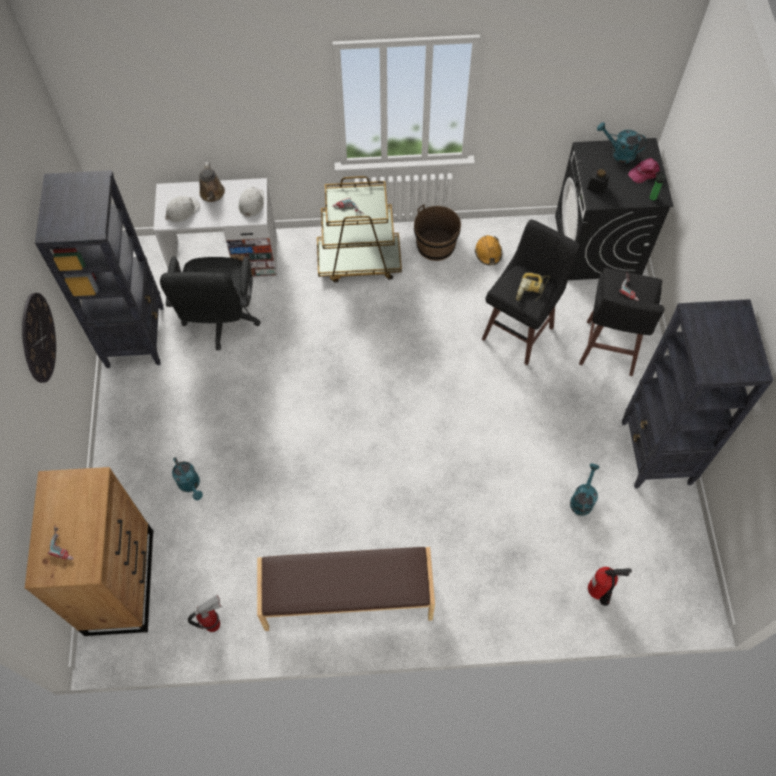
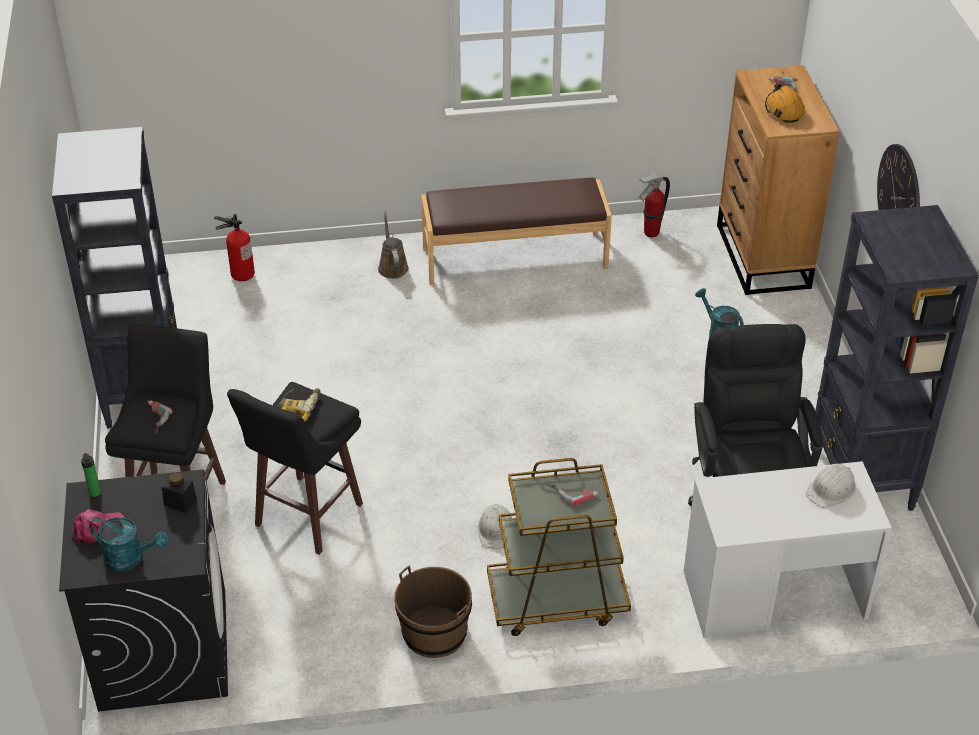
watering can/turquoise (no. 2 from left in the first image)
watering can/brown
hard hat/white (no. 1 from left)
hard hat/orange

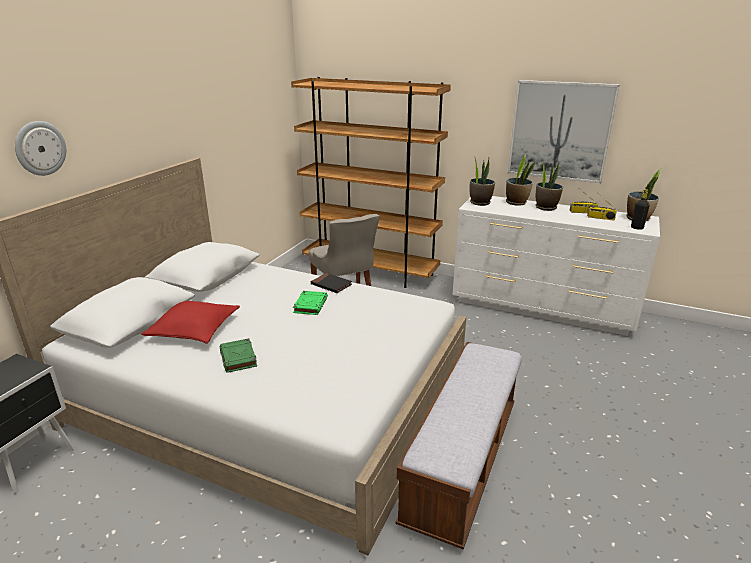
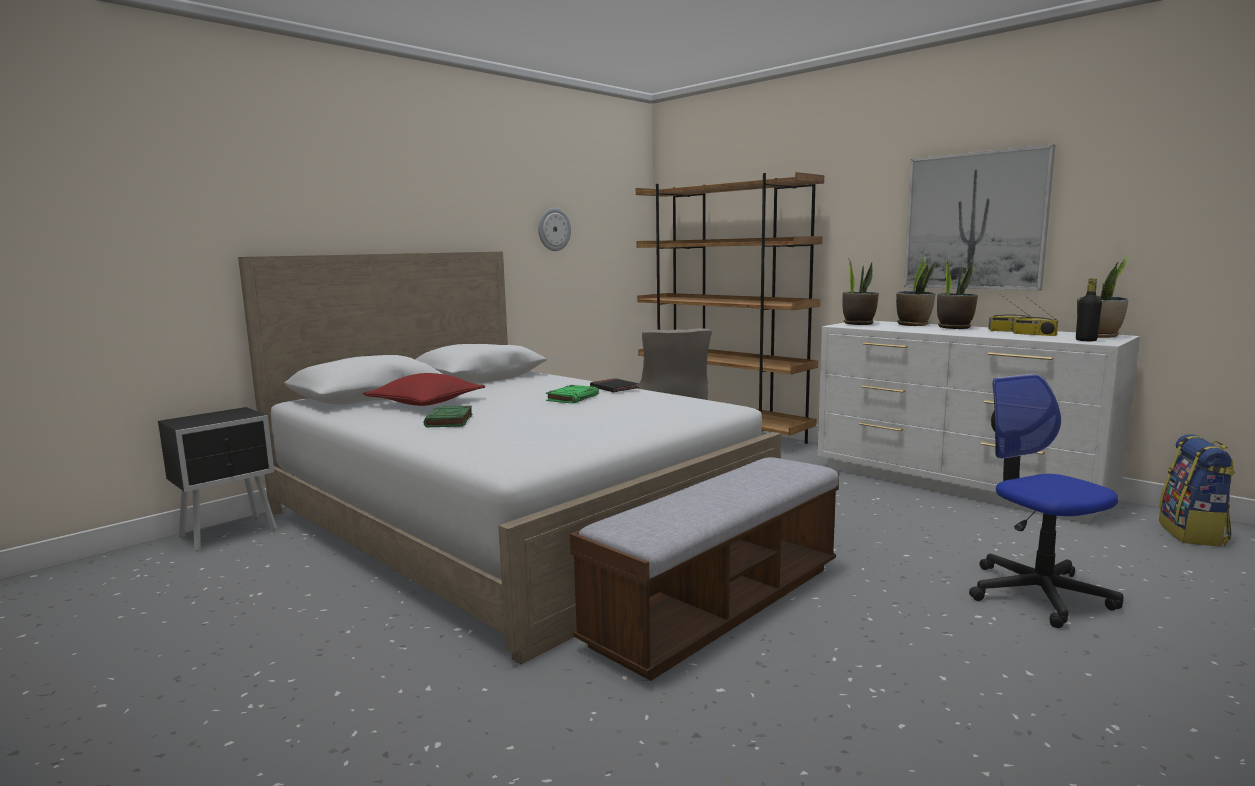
office chair
backpack
wall clock

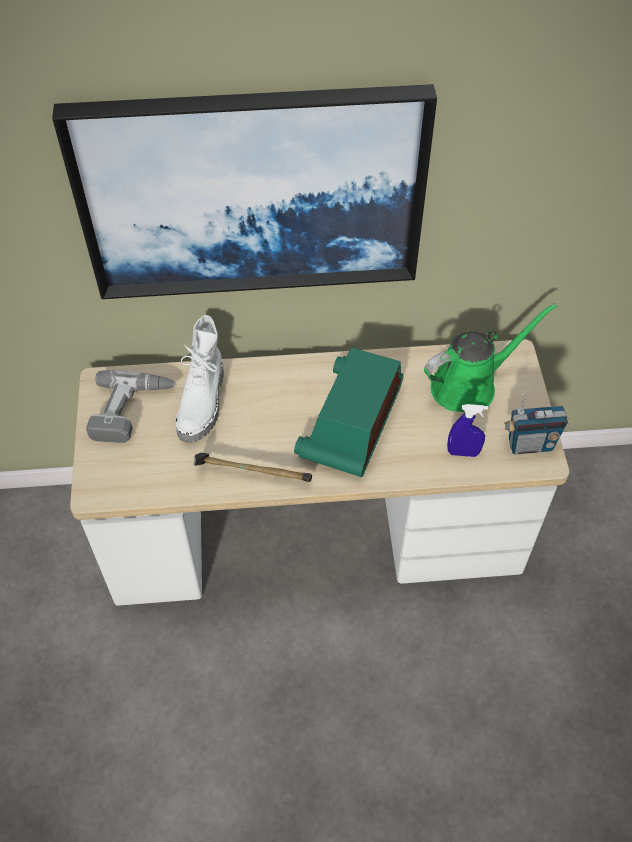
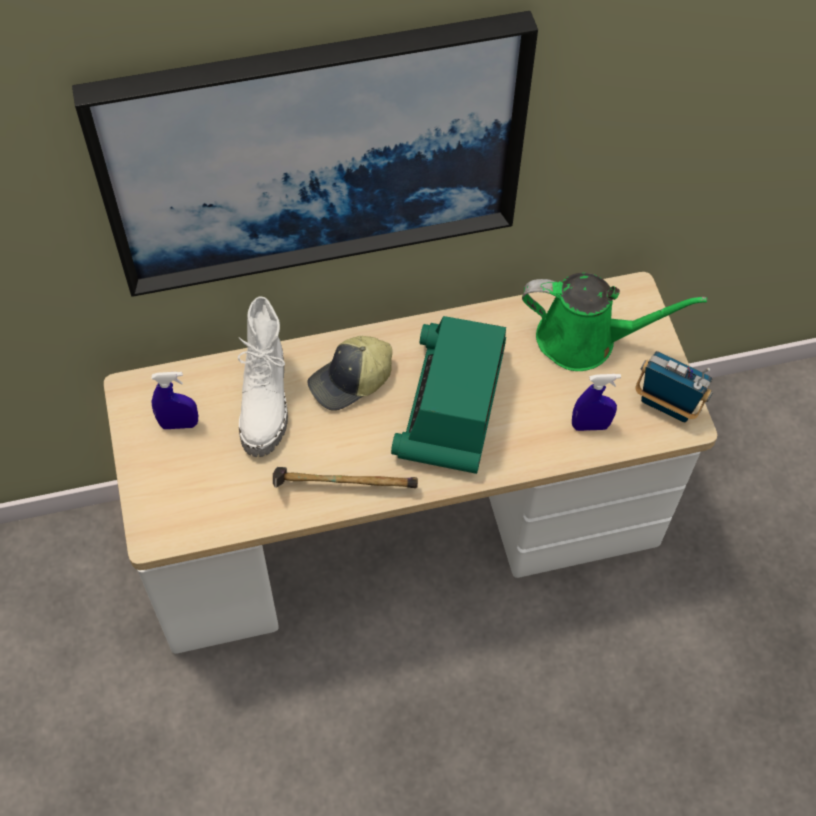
cap
spray bottle/blue (no. 1 from left)
watering can/green
radio (no. 2 from left)

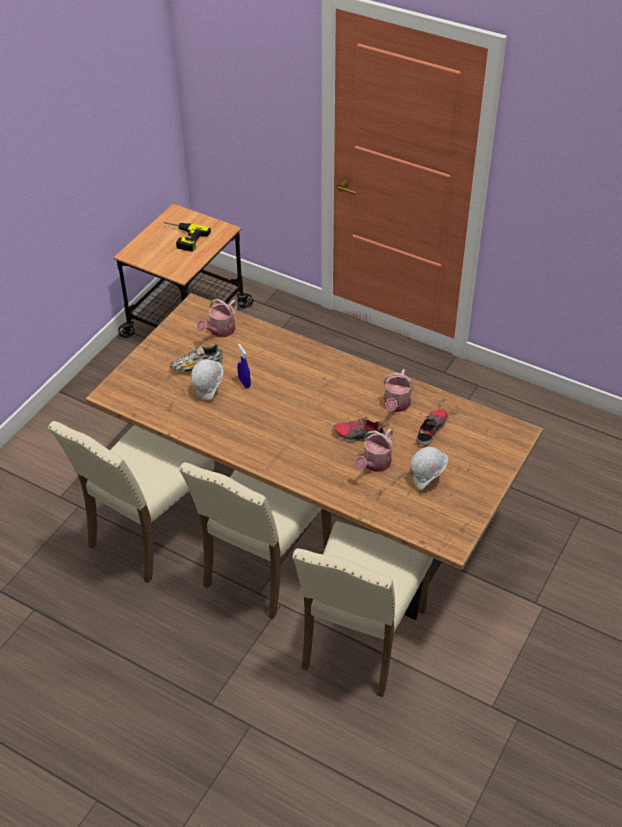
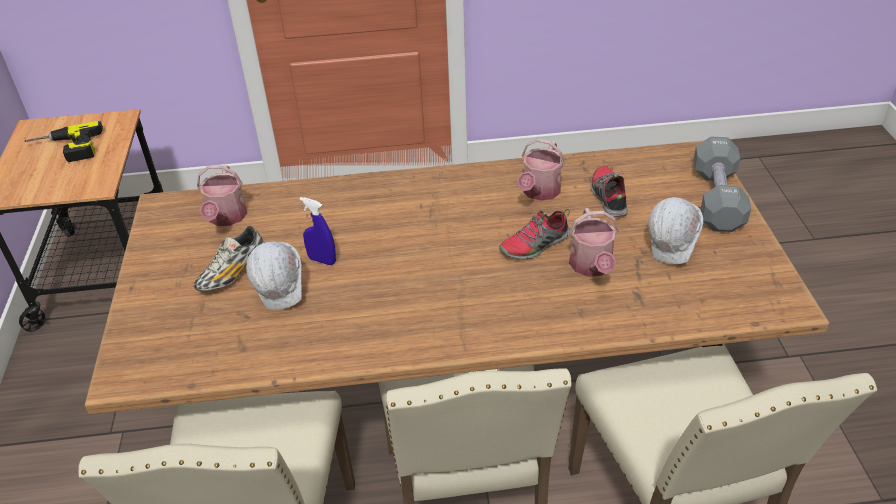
dumbbell/grey
watering can (no. 2 from left)

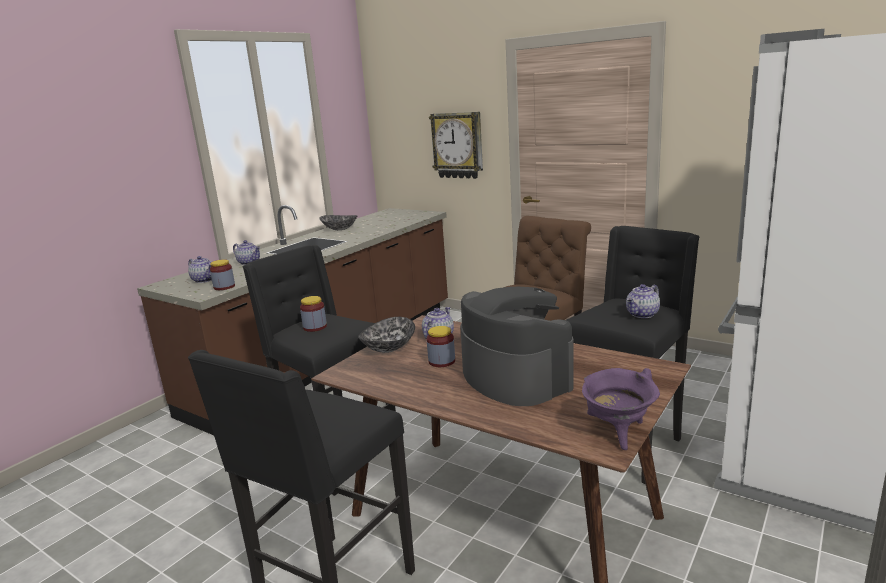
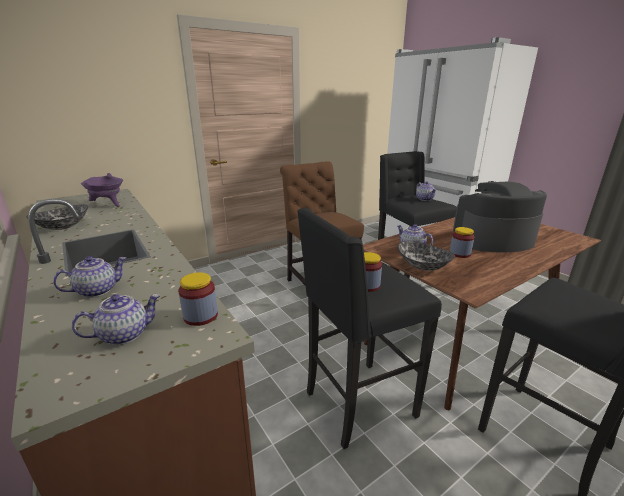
wall clock
cooking pot/purple

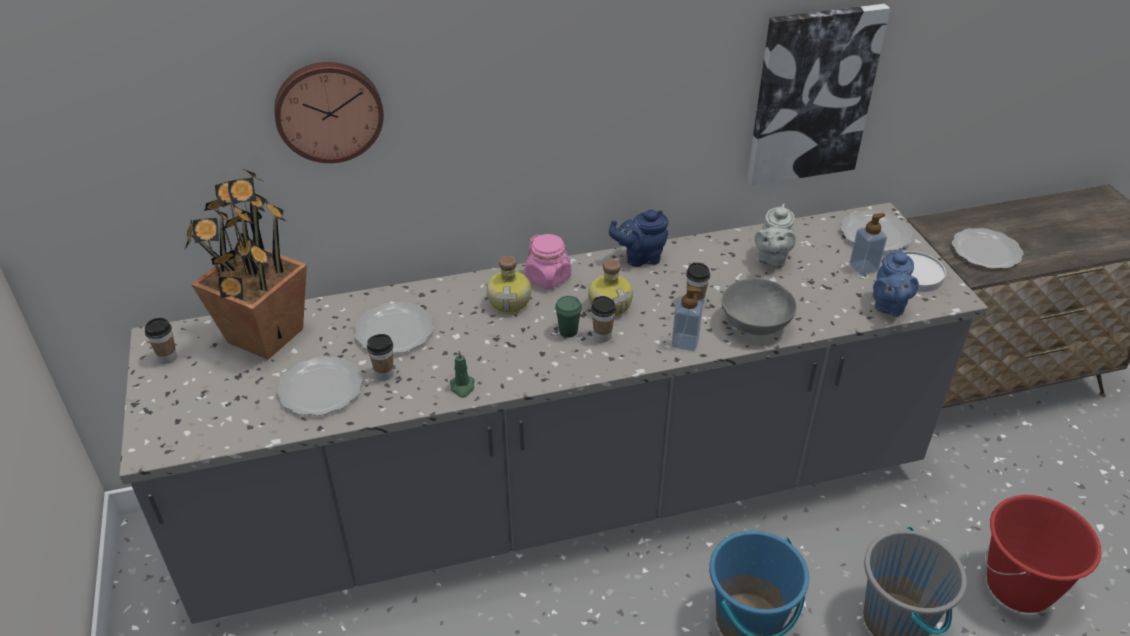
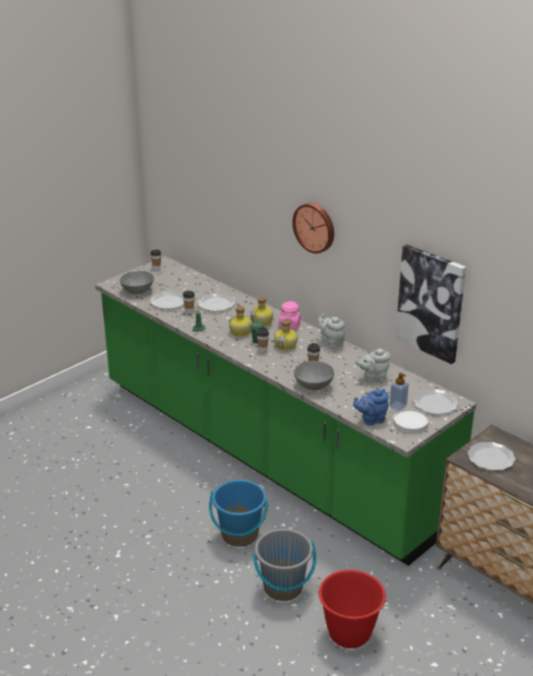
potted plant
soap dispenser (no. 1 from left in the first image)
bowl/grey (no. 1 from left)
bottle (no. 1 from left)
wall clock
counter/green
teapot/grey (no. 1 from left)

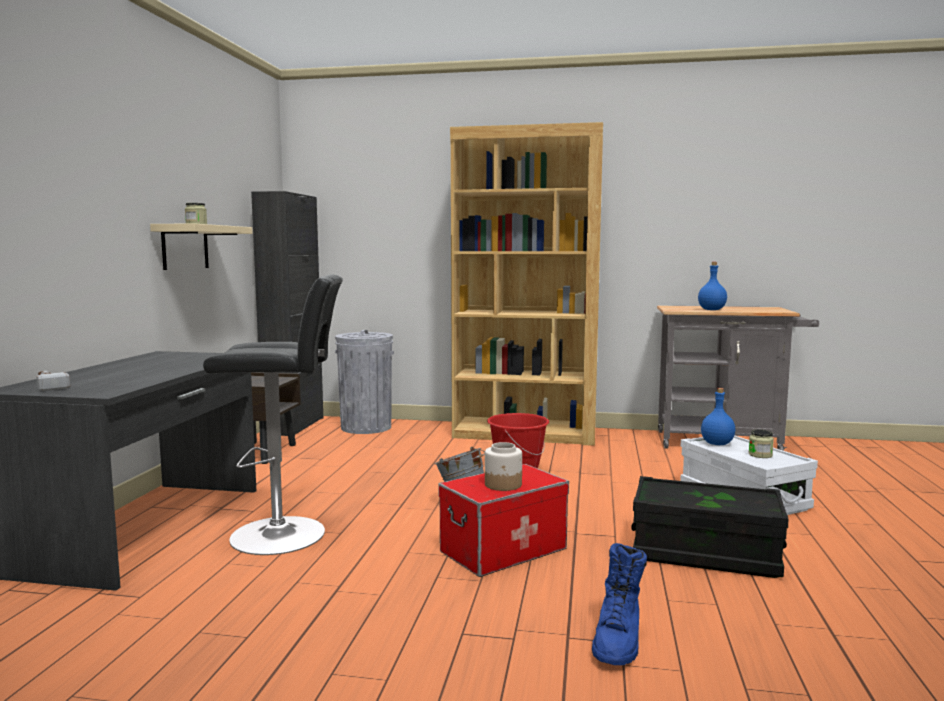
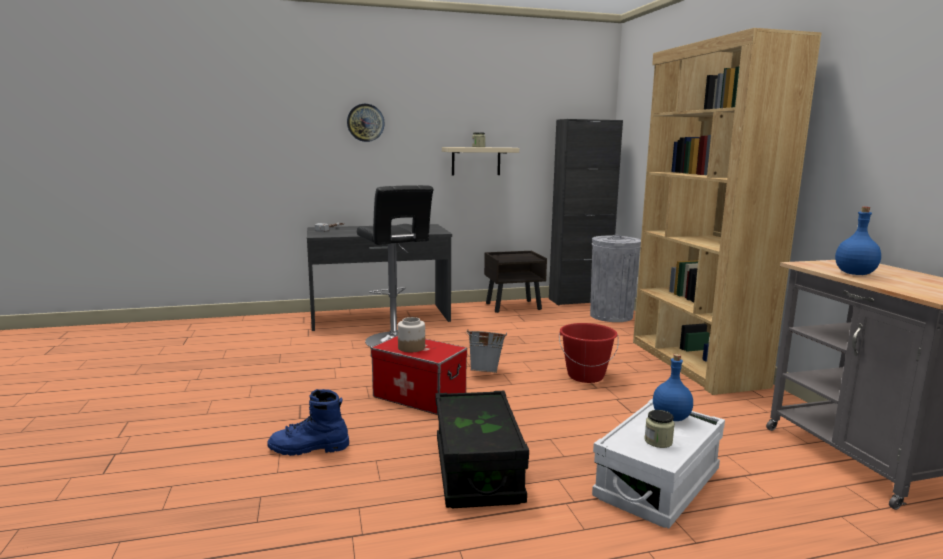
wall clock

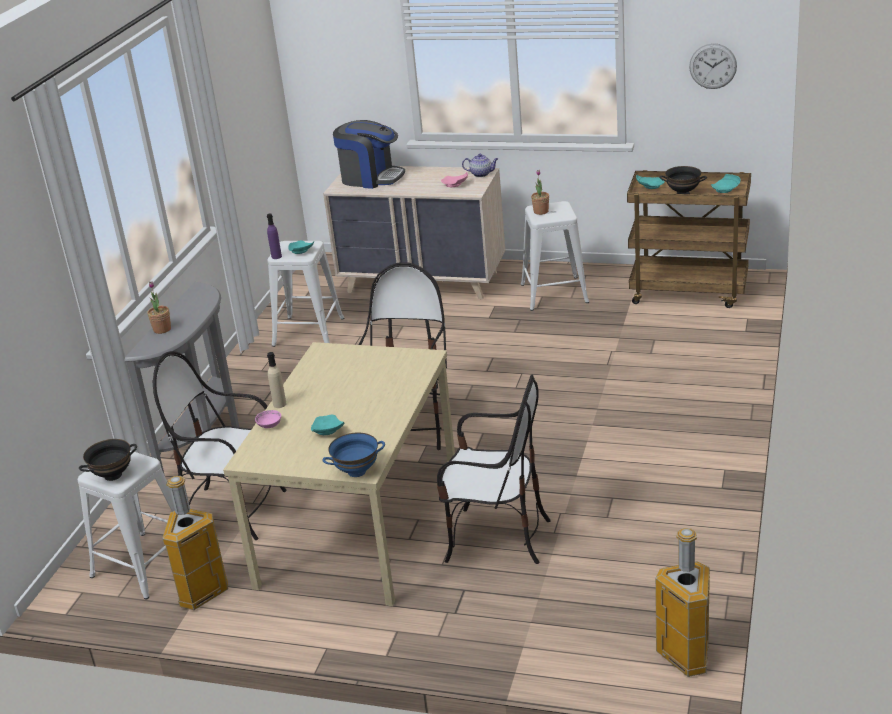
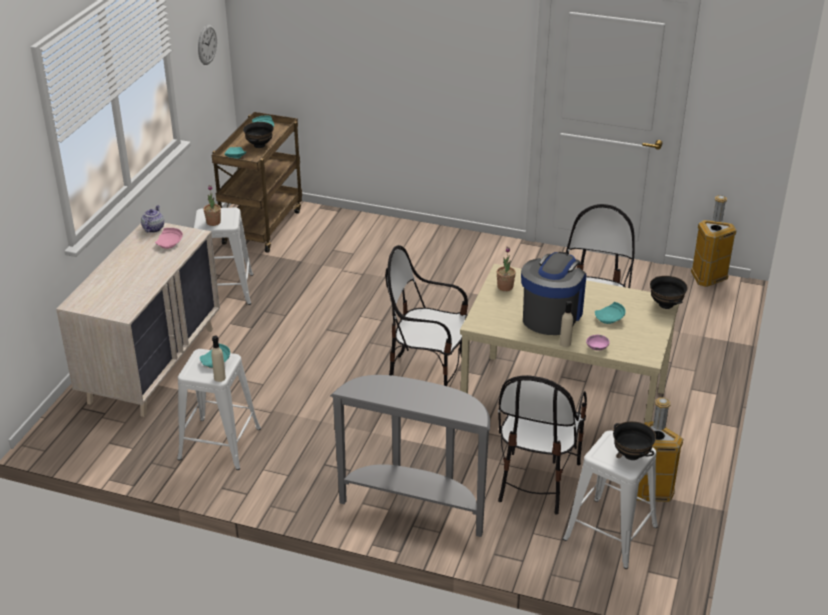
potted plant (no. 2 from left)
coffee machine
bottle/beige (no. 1 from left)
bowl/black (no. 3 from left)

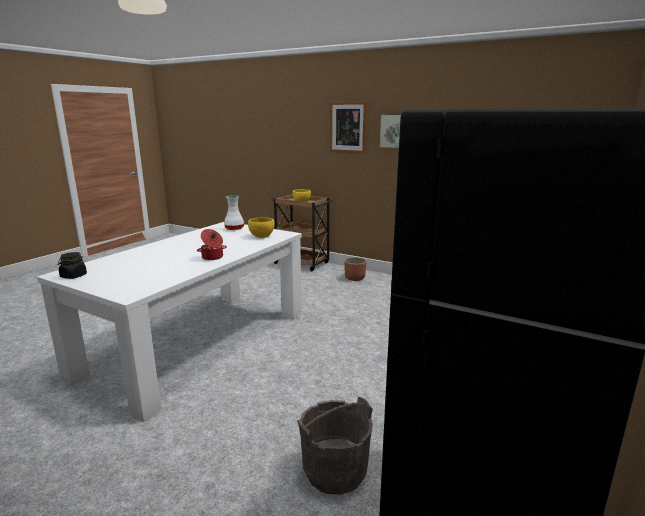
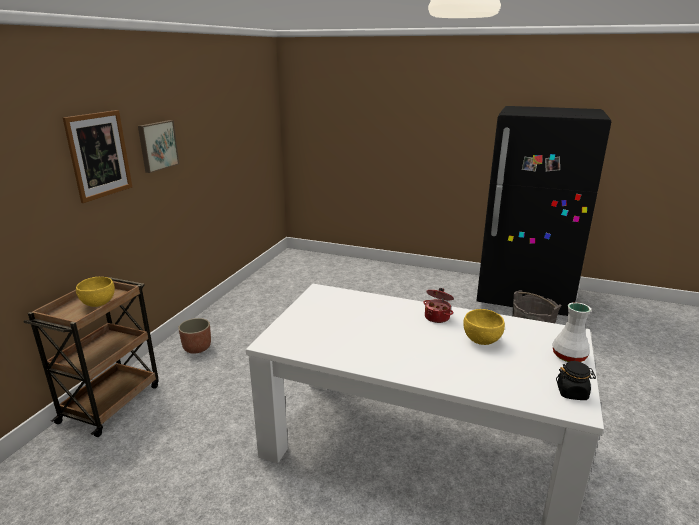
vase/white
bowl/yellow (no. 2 from left)

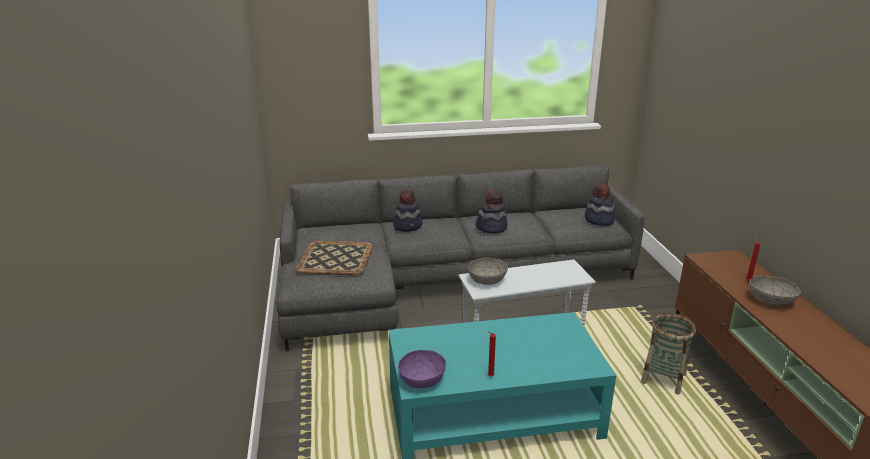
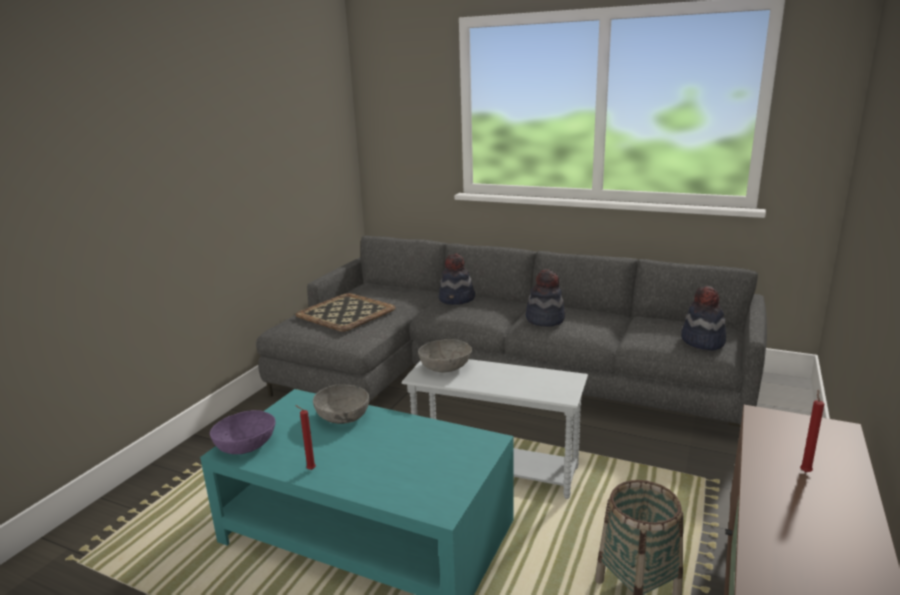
bowl/grey (no. 1 from left)

